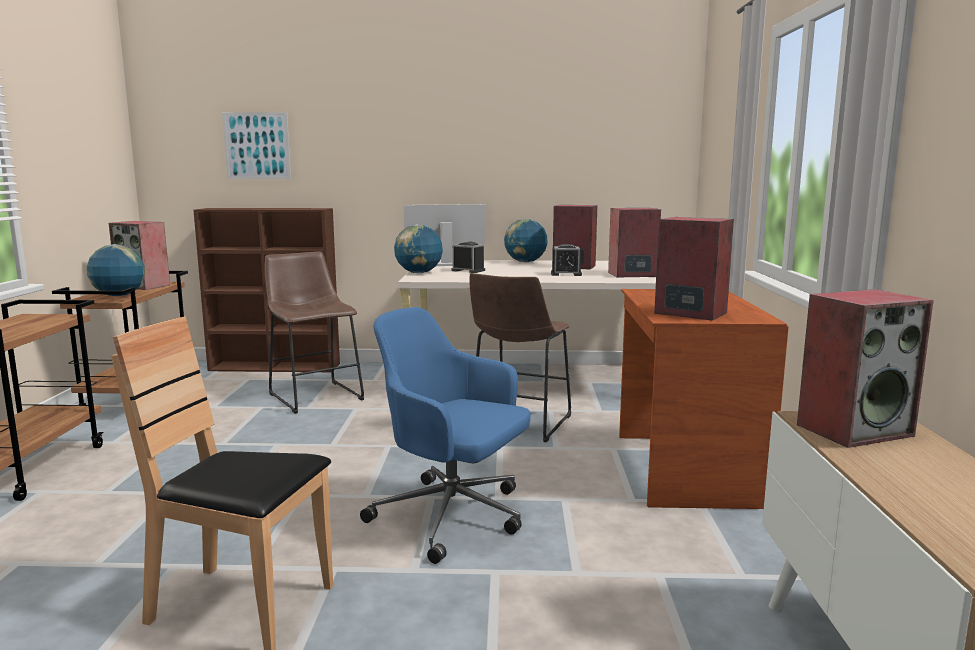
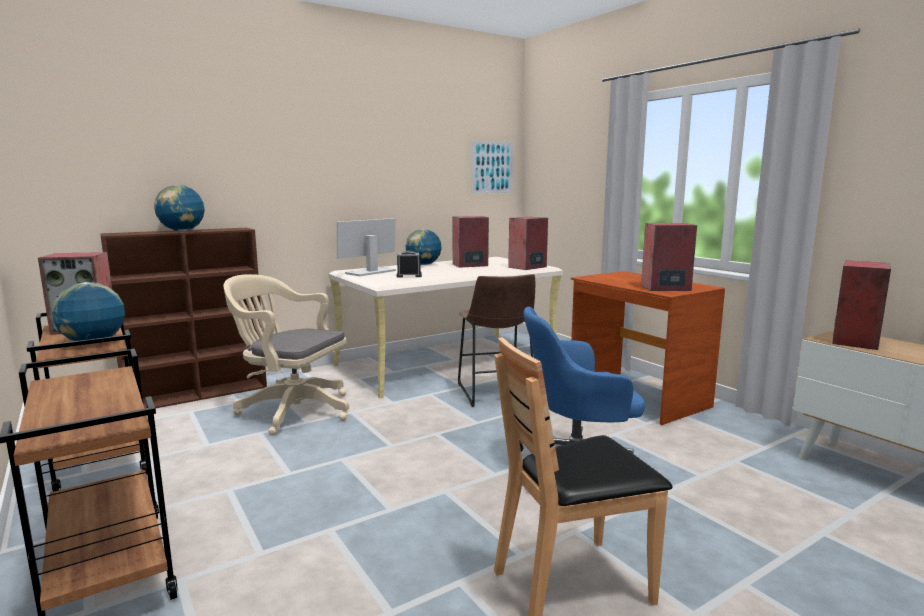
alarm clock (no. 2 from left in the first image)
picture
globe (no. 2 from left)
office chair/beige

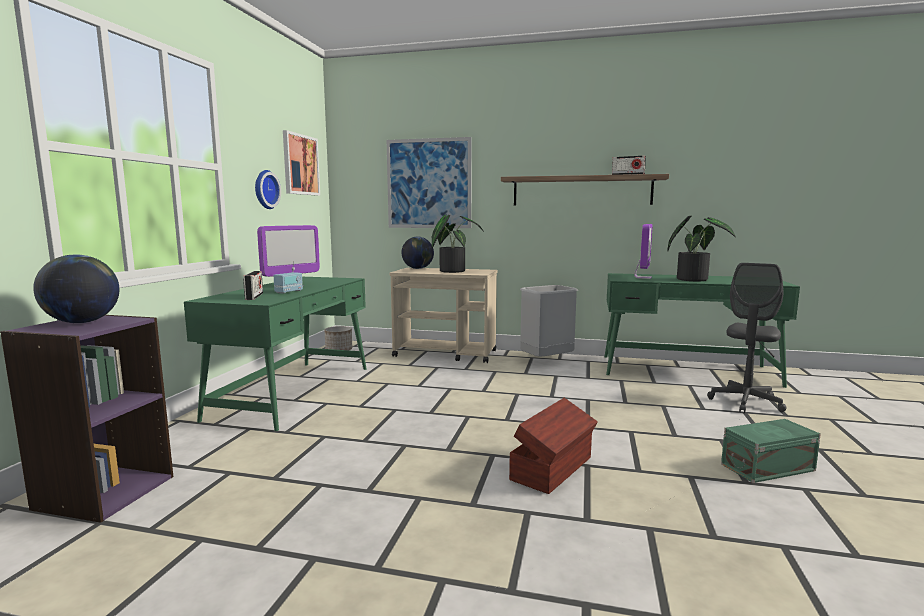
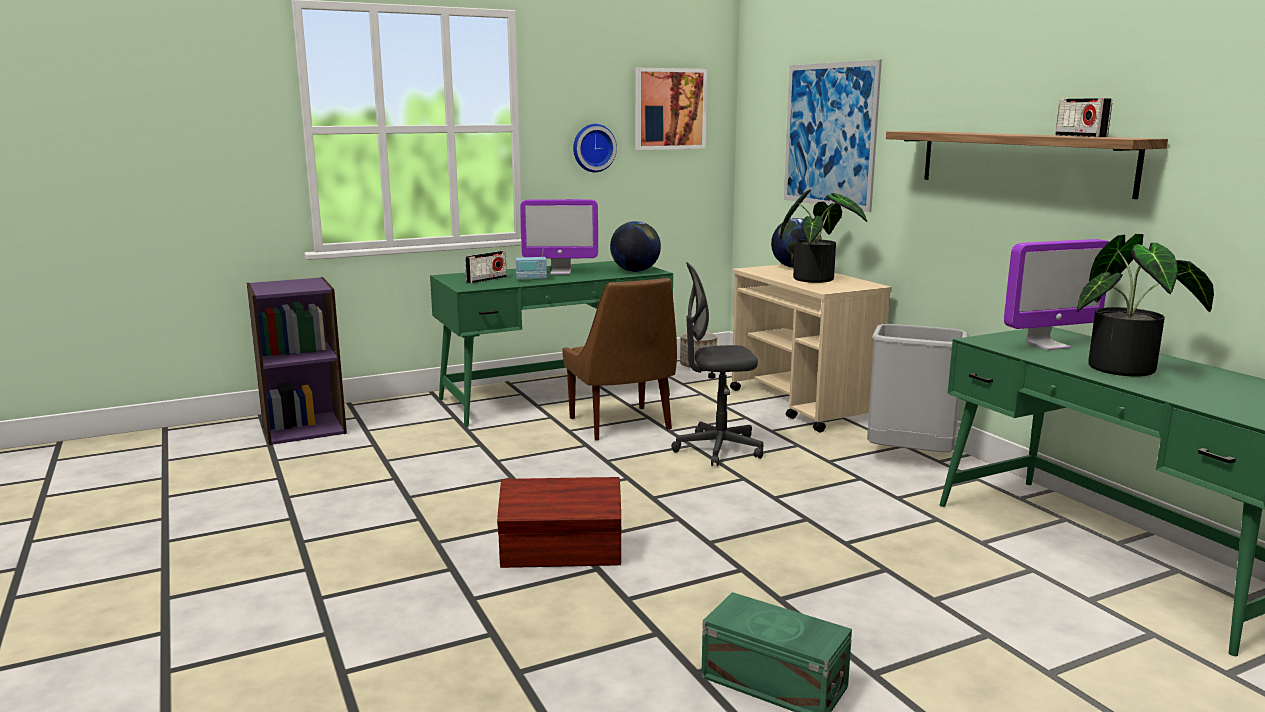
chair/brown
globe (no. 1 from left)
office chair/grey

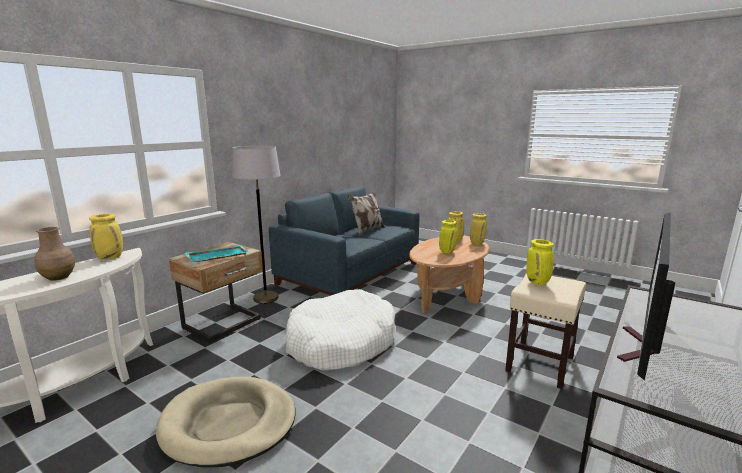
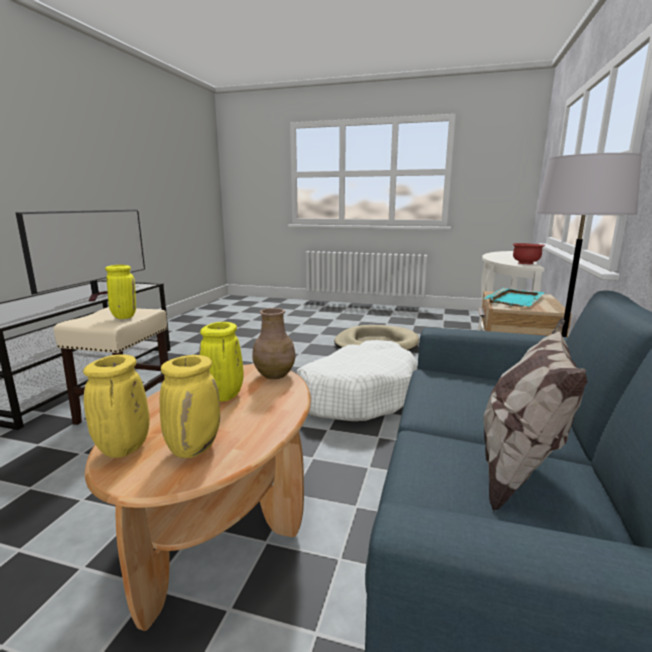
vase/brown
bowl/red

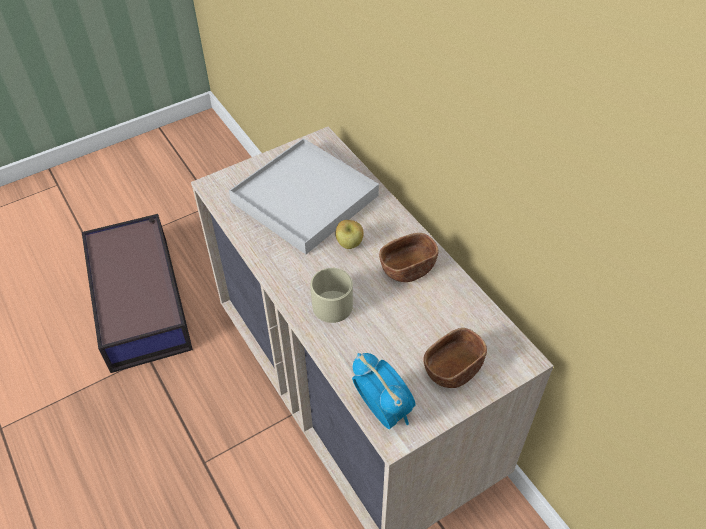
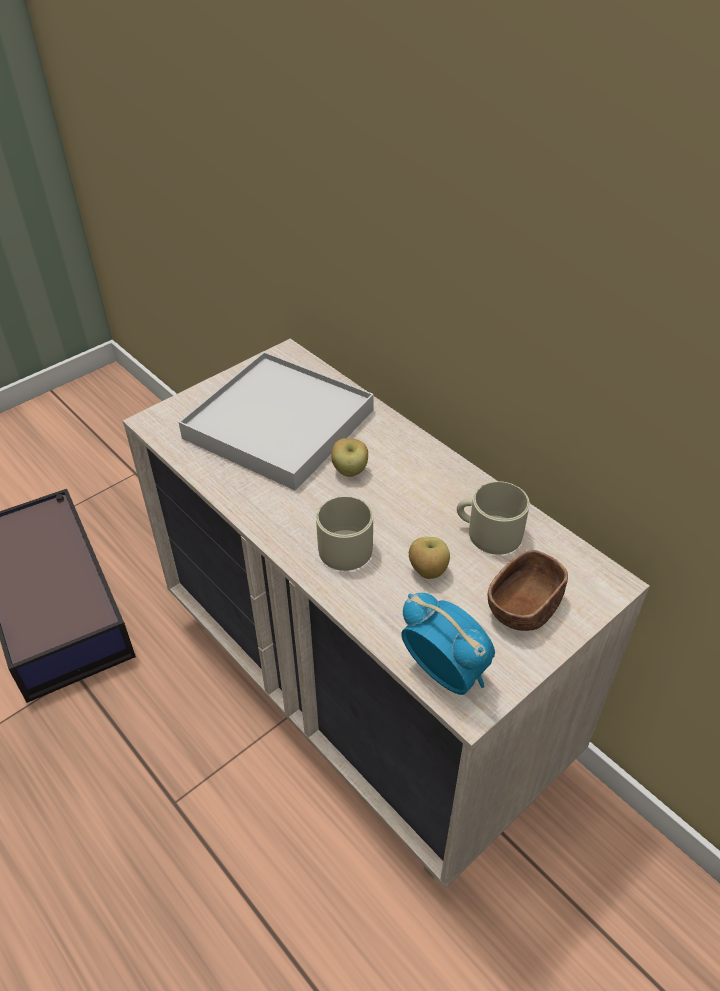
bowl/brown (no. 1 from left in the first image)
apple (no. 2 from left)
mug/beige (no. 2 from left)

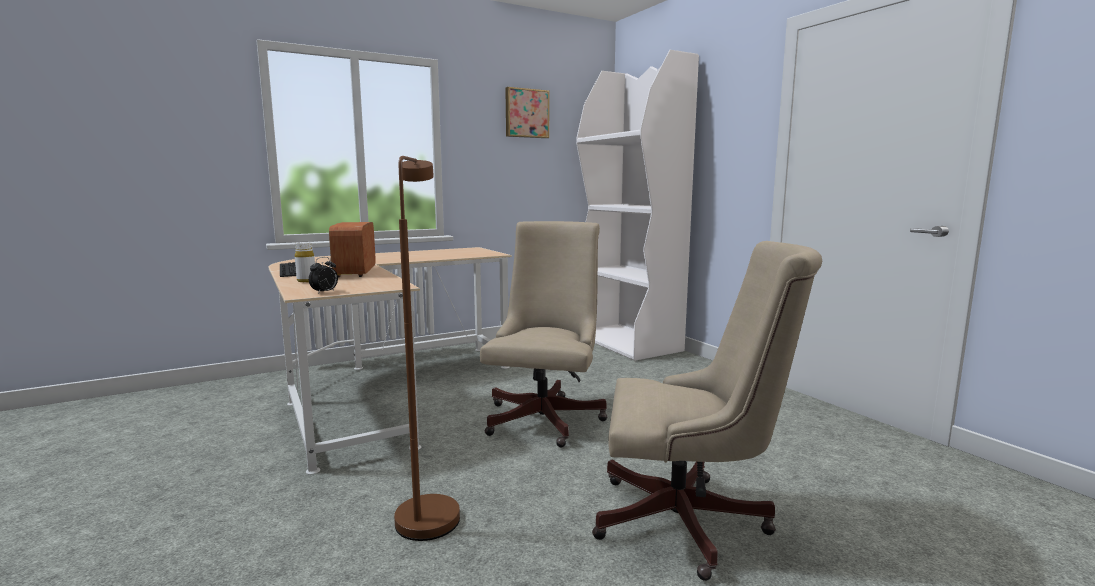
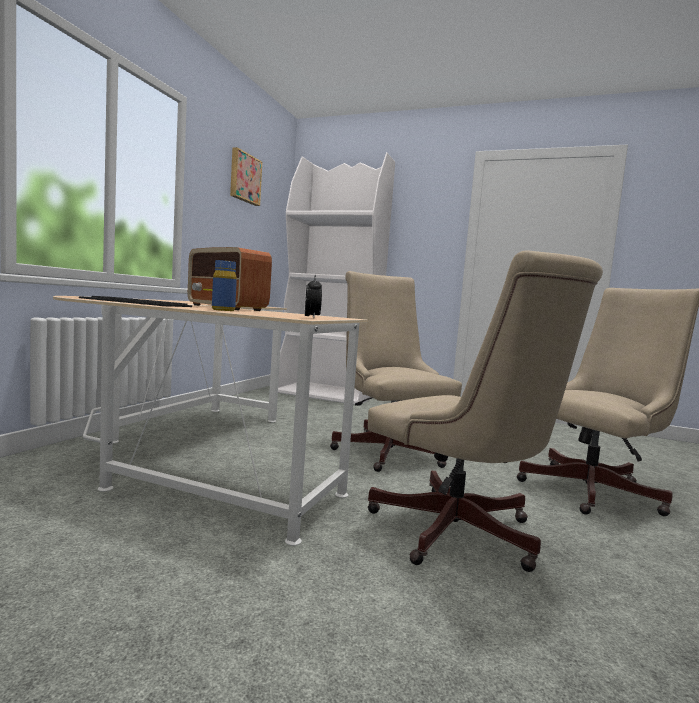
office chair/beige (no. 2 from left)
bottle/blue

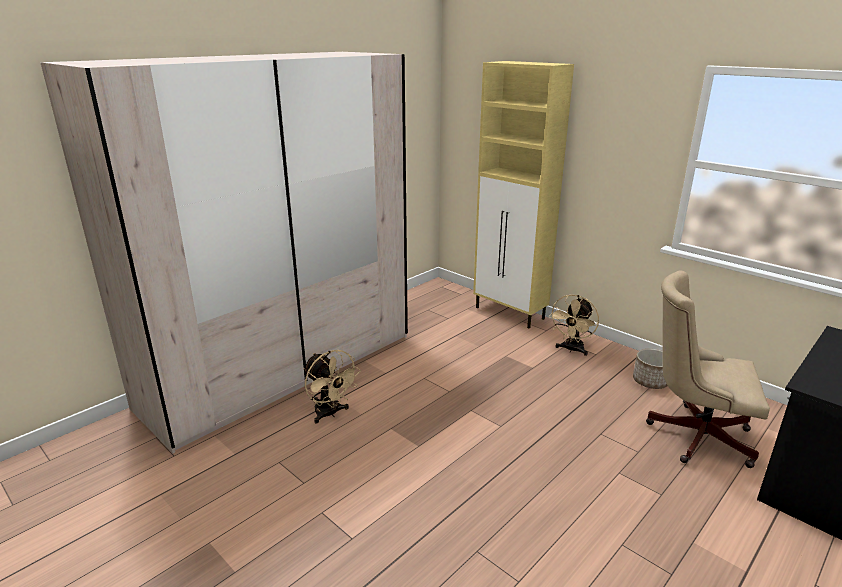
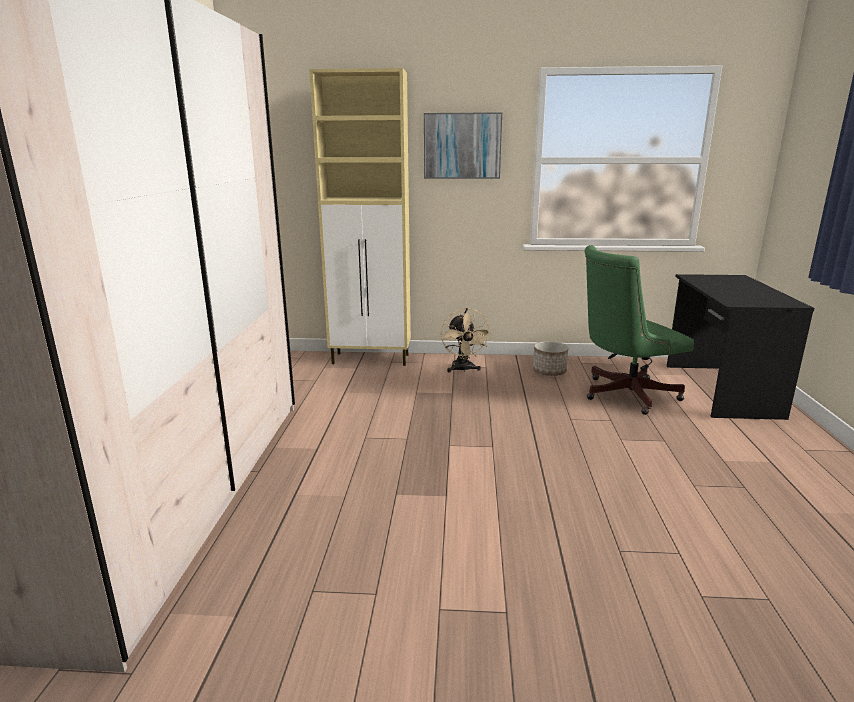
fan/beige (no. 1 from left in the first image)
picture
office chair/green

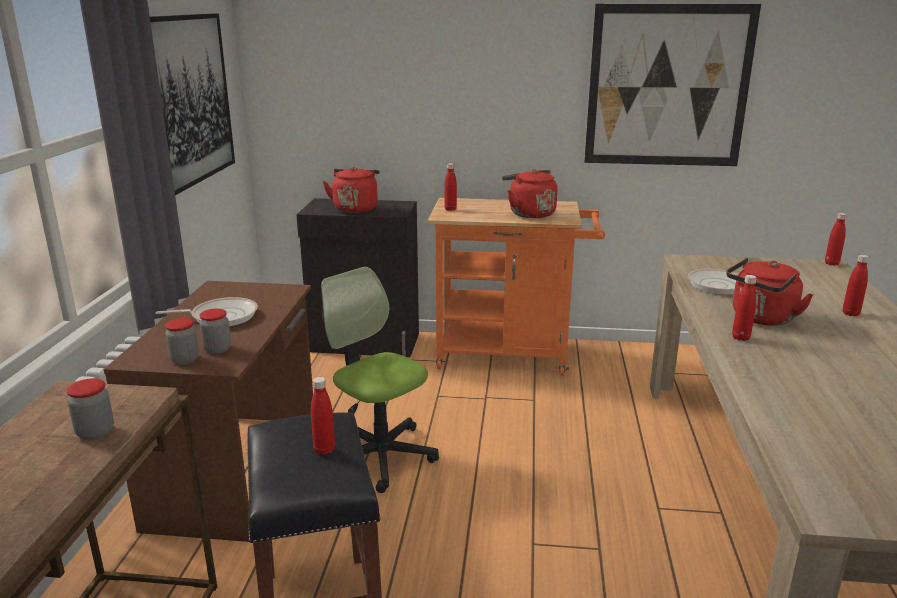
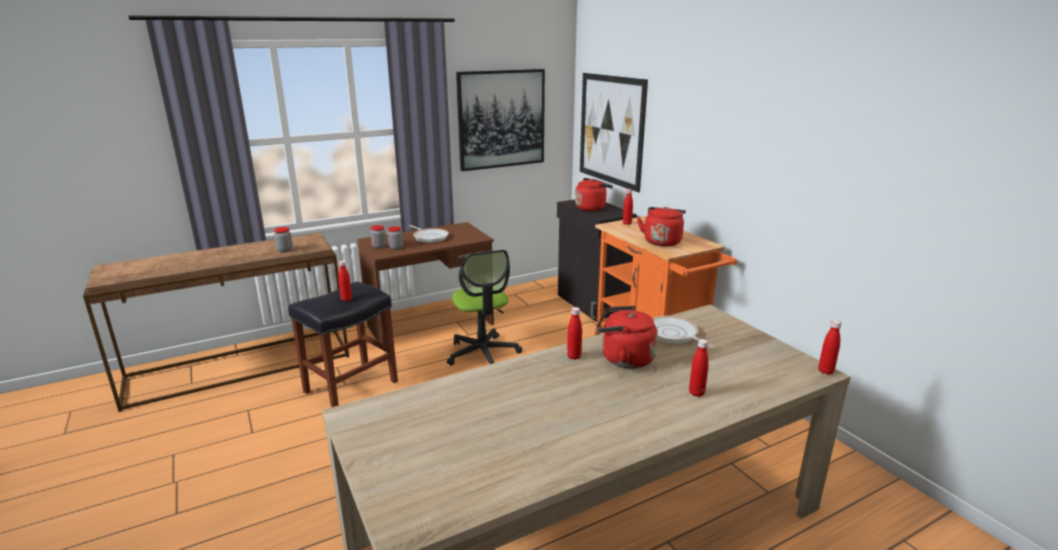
picture (no. 2 from left)
office chair

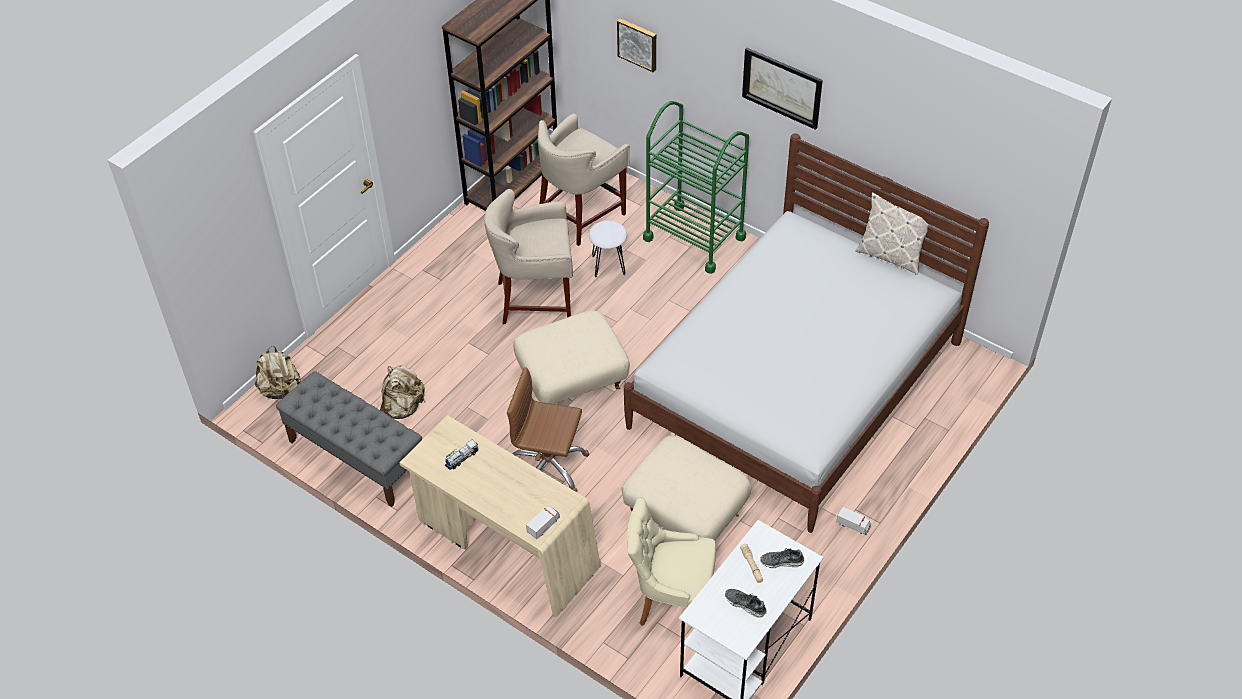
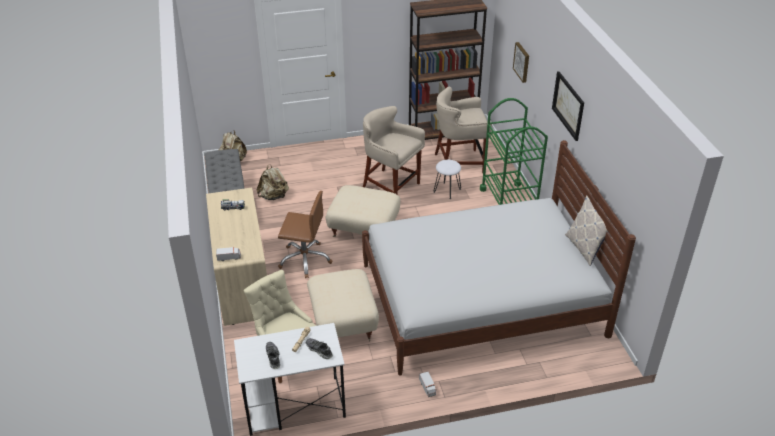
office chair/brown

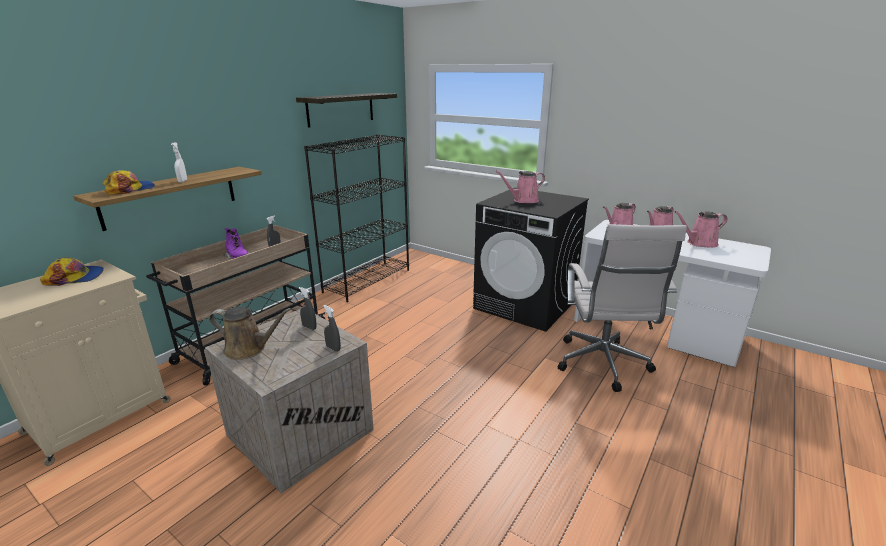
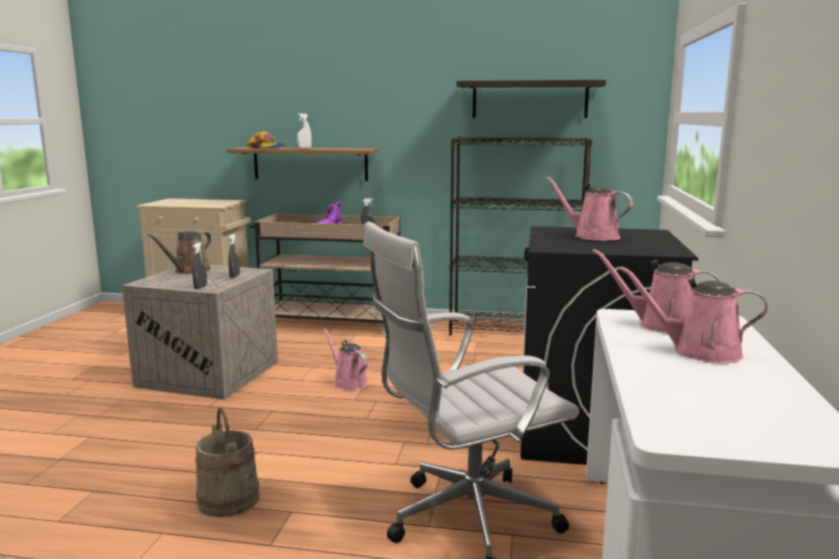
cap (no. 1 from left in the first image)
bucket/beige
watering can/pink (no. 1 from left)
watering can/brown

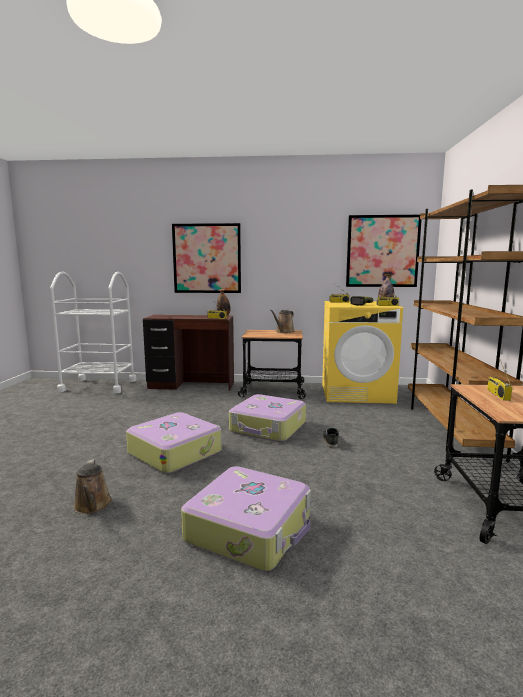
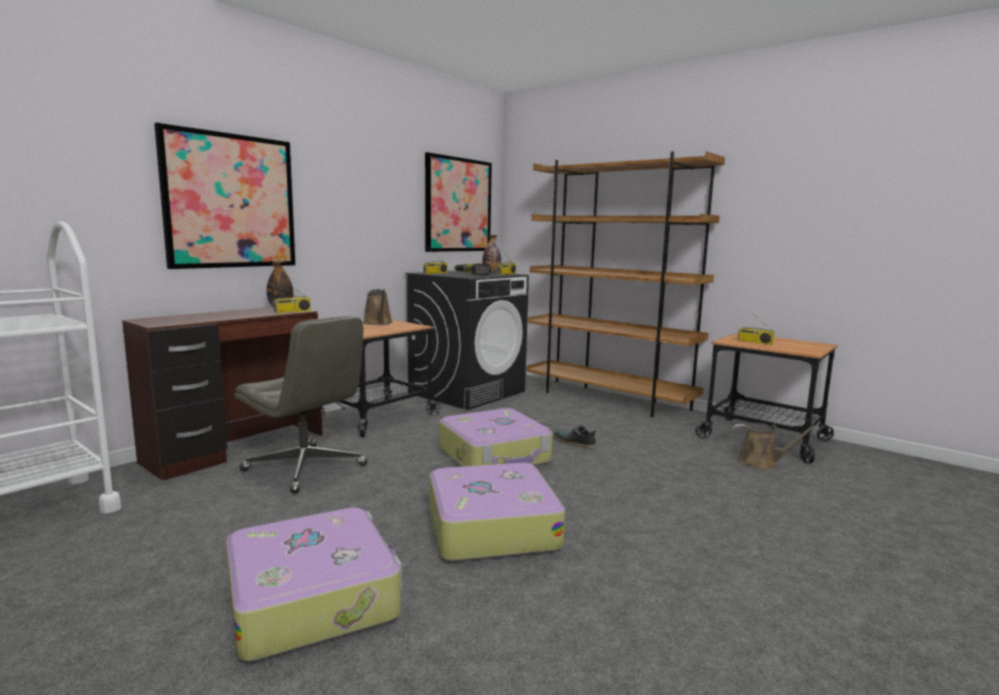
office chair/grey
watering can/brown (no. 2 from left)
suitcase (no. 1 from left)
washing machine/black

